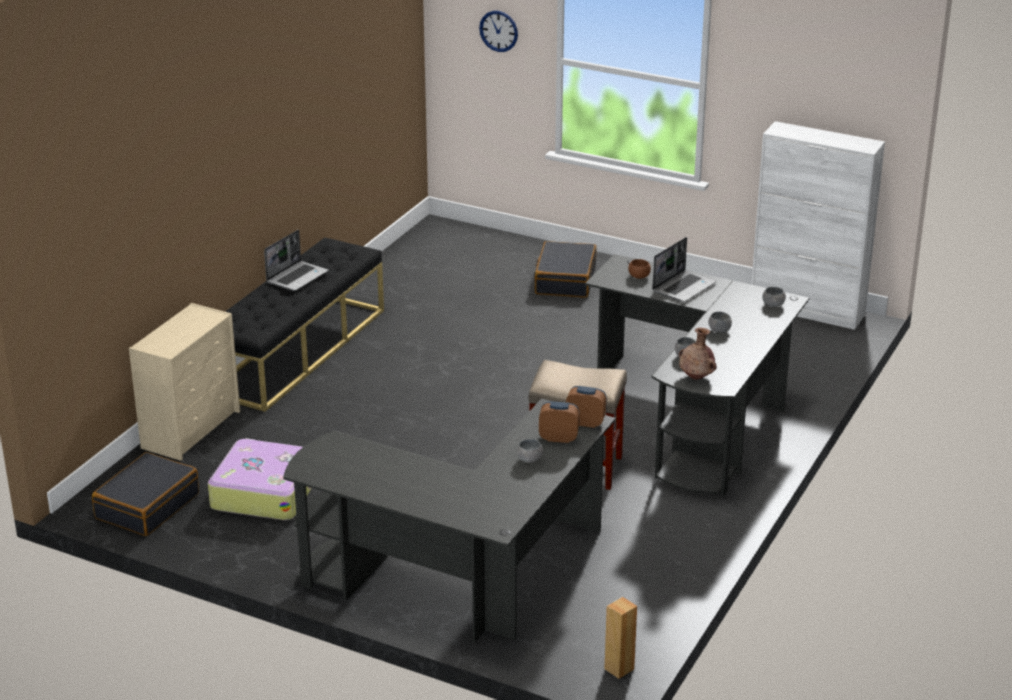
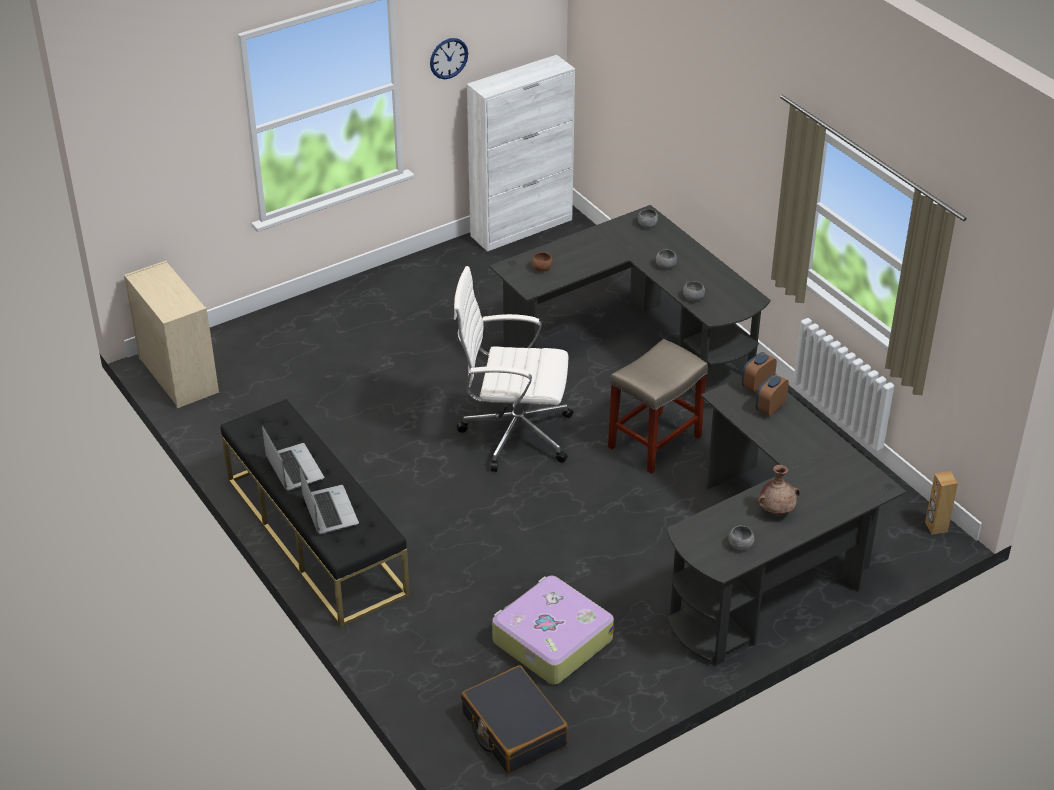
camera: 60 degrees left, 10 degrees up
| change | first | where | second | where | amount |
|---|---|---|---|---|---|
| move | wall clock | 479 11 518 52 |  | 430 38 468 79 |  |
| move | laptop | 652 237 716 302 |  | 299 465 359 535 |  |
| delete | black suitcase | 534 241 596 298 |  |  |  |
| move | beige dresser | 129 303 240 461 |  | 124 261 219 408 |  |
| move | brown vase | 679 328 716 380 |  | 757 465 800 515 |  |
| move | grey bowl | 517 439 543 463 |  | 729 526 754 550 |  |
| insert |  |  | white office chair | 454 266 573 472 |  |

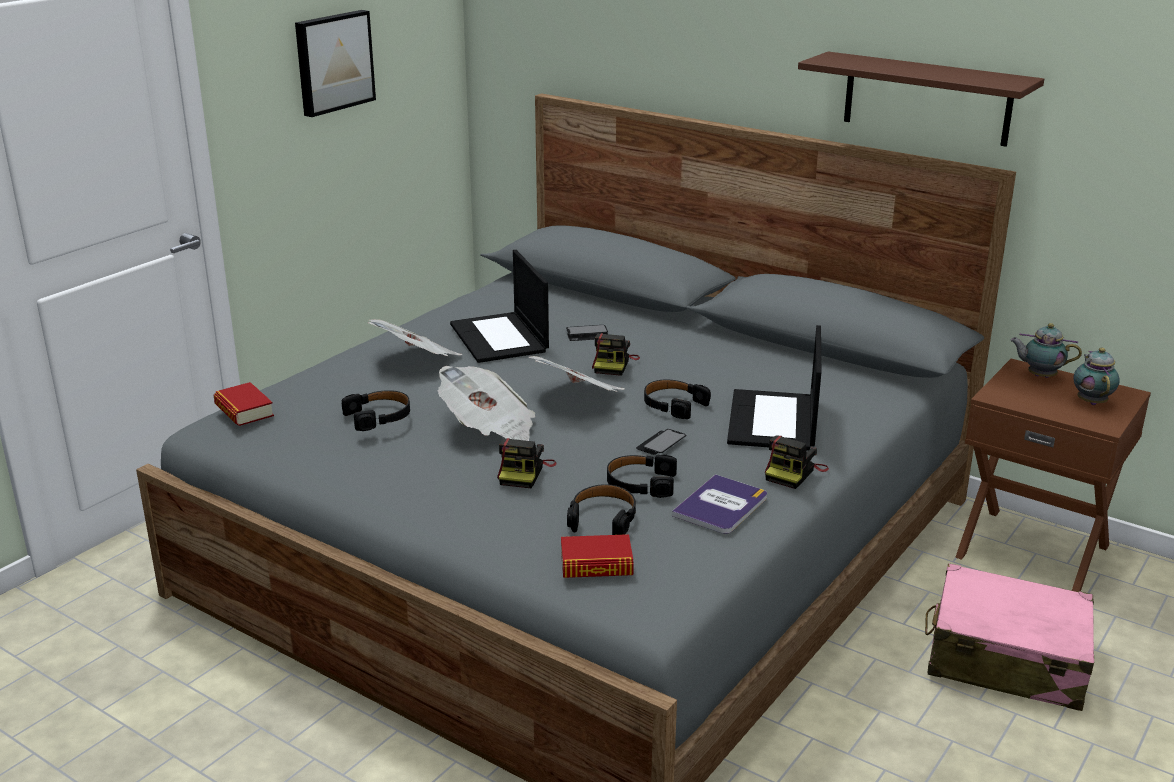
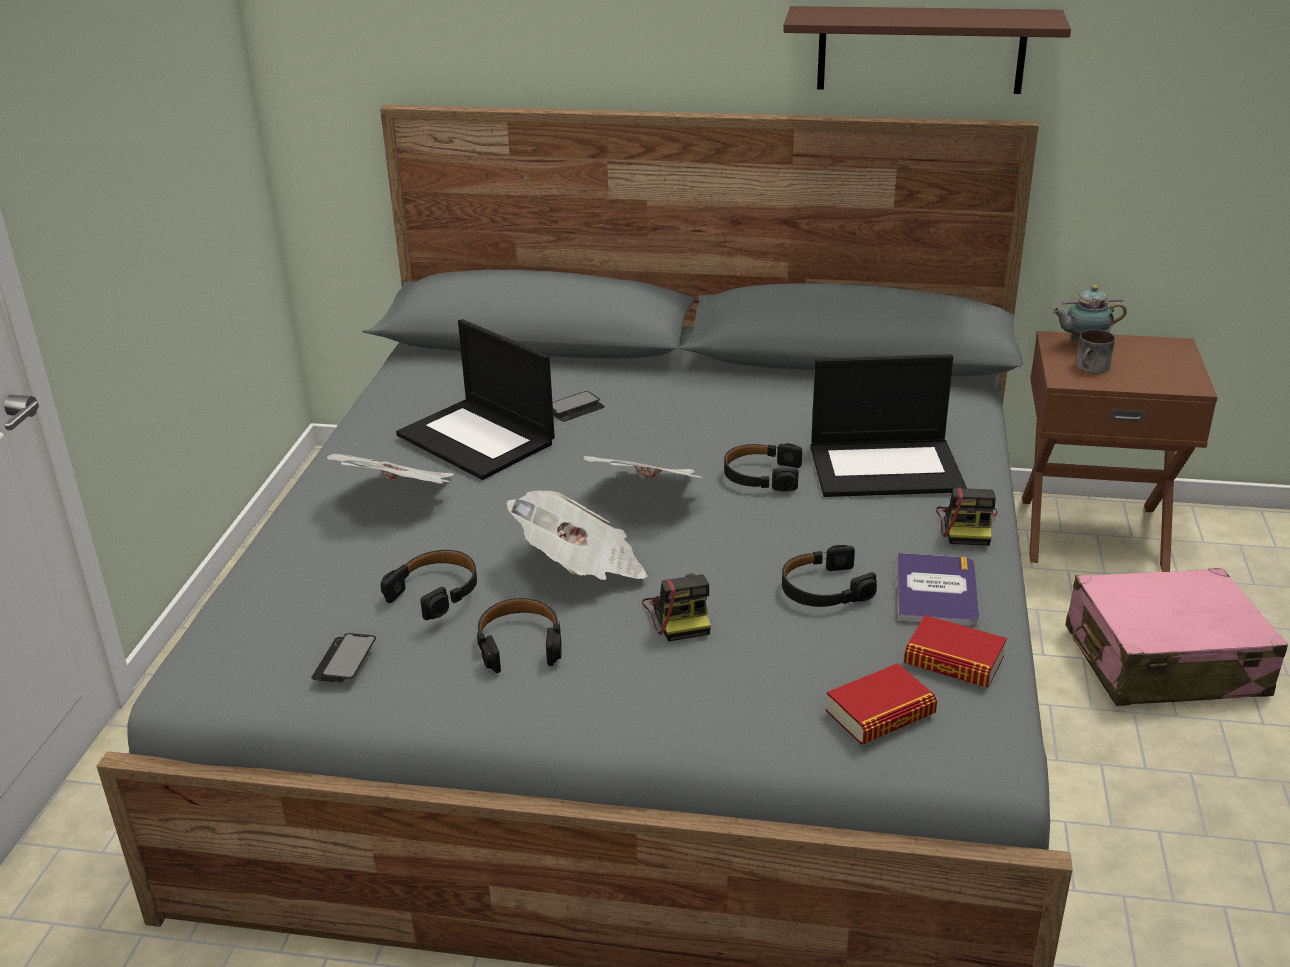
camera: 25 degrees left, 5 degrees up
| change | first | where | second | where | amount |
|---|---|---|---|---|---|
| delete | picture | 295 10 376 117 |  |  |  |
| rotate | laptop | 727 325 821 451 |  | 811 354 967 497 | 75 degrees counterclockwise |
| delete | photo camera | 592 333 640 376 |  |  |  |
| delete | teapot | 1073 348 1120 405 |  |  |  |
| move | book | 213 382 274 426 |  | 904 615 1007 688 |  |
| move | phone | 636 429 686 455 |  | 311 633 376 683 |  |
| move | black headphones | 567 484 636 535 |  | 477 598 562 673 |  |
| insert |  |  | mug | 1076 329 1115 374 |  |

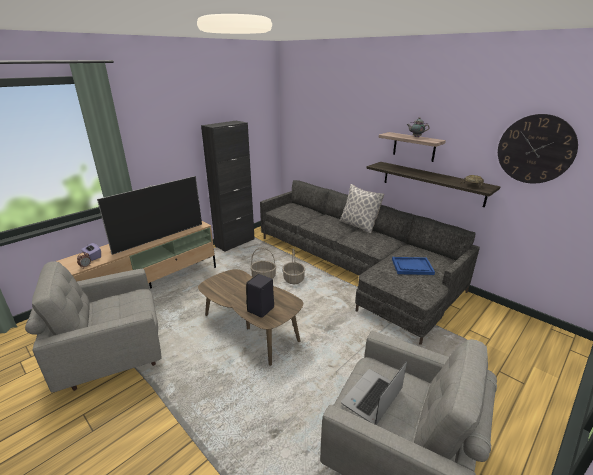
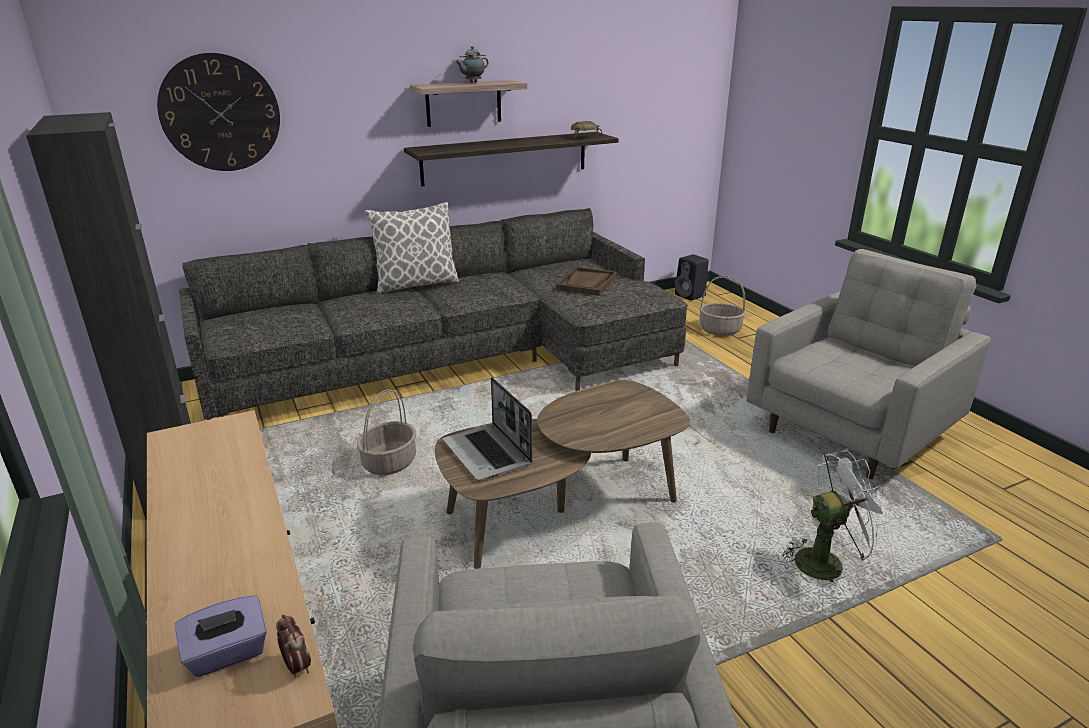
camera: 70 degrees left, 0 degrees up
| change | first | where | second | where | amount |
|---|---|---|---|---|---|
| move | wall clock | 498 114 578 183 |  | 157 53 280 171 |  |
| delete | television | 97 176 202 255 |  |  |  |
| move | basket | 283 249 305 284 |  | 699 275 745 336 |  |
| recolor | blue tray | 392 257 435 275 | brown tray | 556 267 617 296 |  |
| move | black speaker | 246 274 274 318 |  | 675 254 709 301 |  |
| move | laptop | 341 361 407 425 |  | 443 377 532 481 |  |
| insert |  |  | white fan | 778 450 893 589 |  |

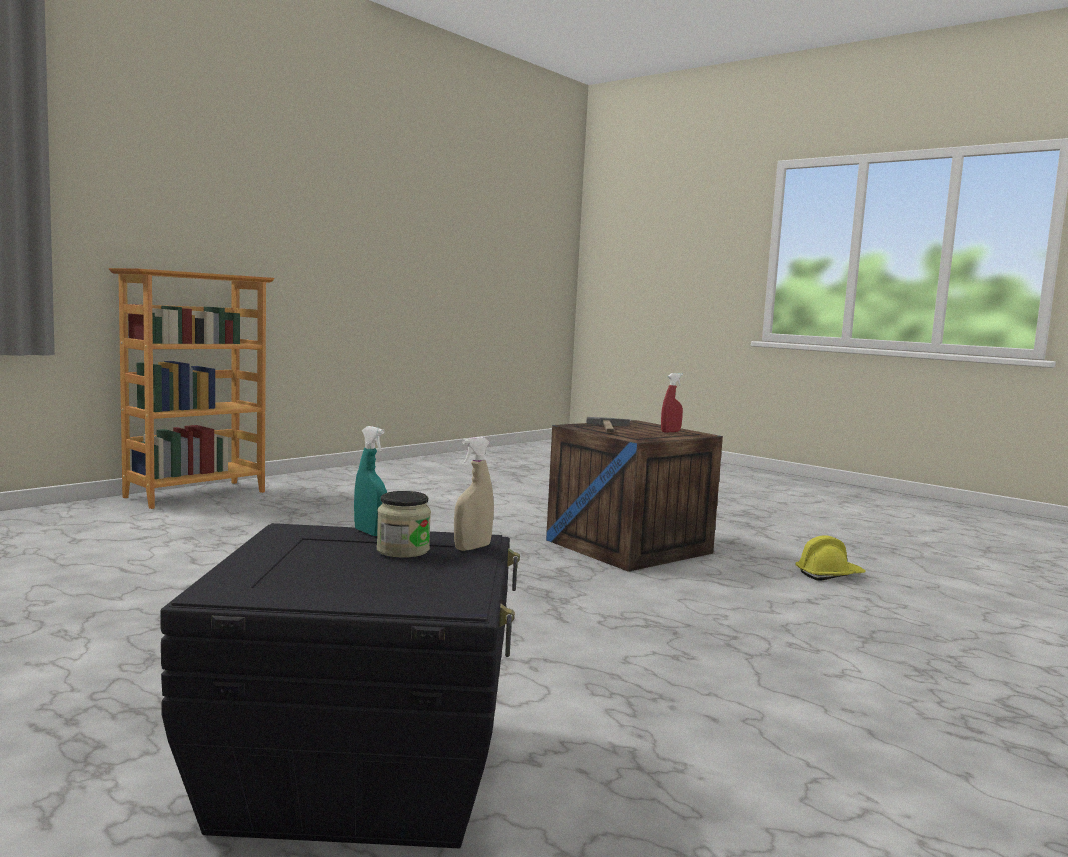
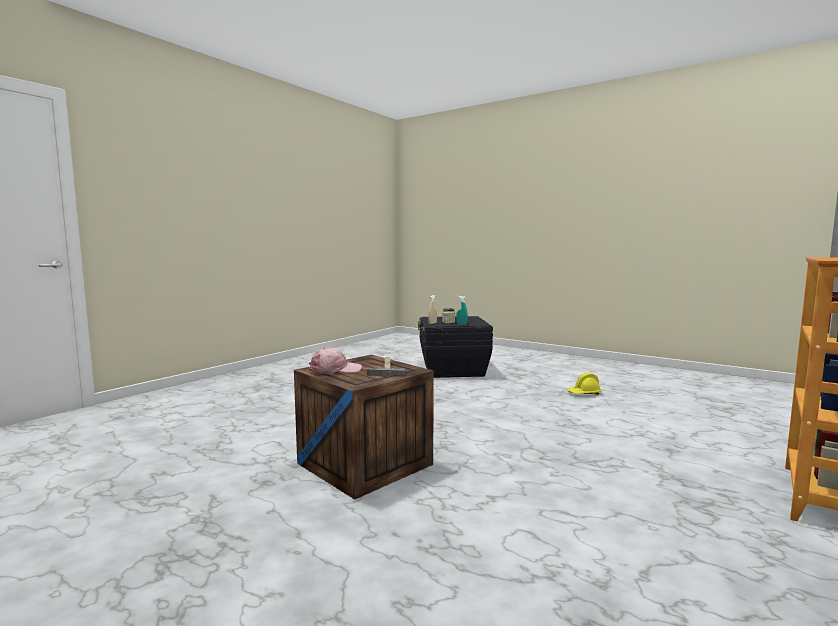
camera: 175 degrees right, 0 degrees up
| change | first | where | second | where | amount |
|---|---|---|---|---|---|
| replace | red spray bottle | 661 373 683 433 | pink cap | 309 348 362 374 |  |
| move | yellow hard hat | 796 535 866 581 |  | 566 373 602 395 |  |

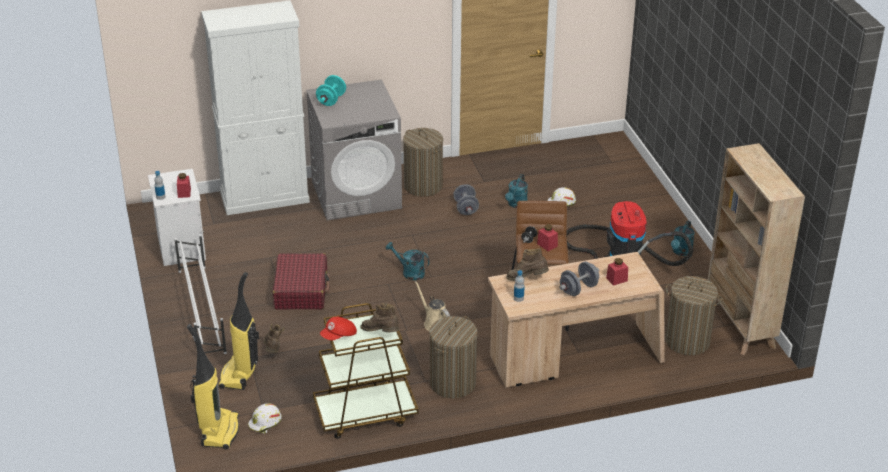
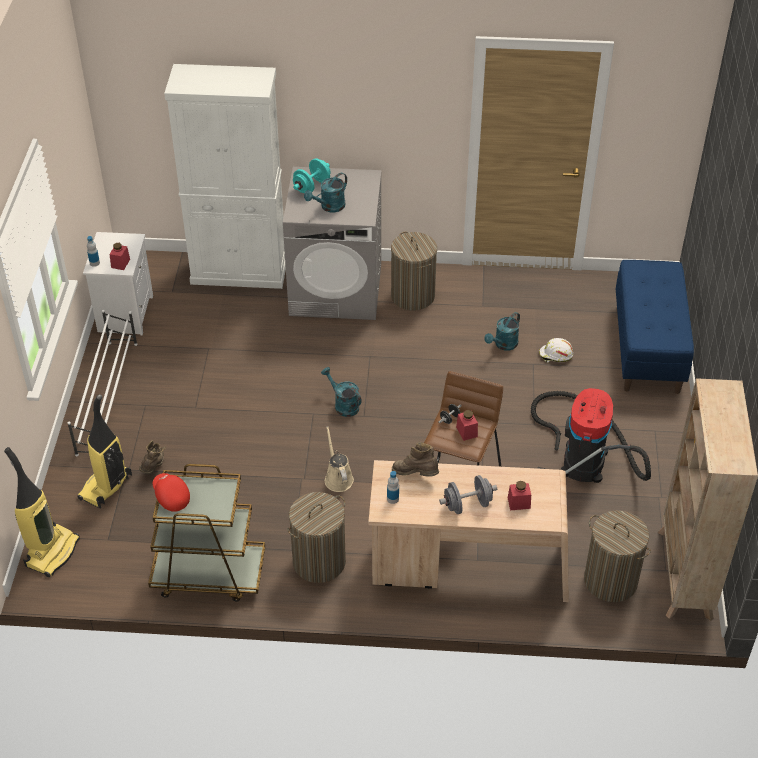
camera: 20 degrees right, 10 degrees up
| change | first | where | second | where | amount |
|---|---|---|---|---|---|
| delete | grey dumbbell | 453 184 479 215 |  |  |  |
| move | turquoise watering can | 671 220 695 256 |  | 304 173 347 212 |  |
| delete | red suitcase | 273 253 329 309 |  |  |  |
| delete | brown boot | 360 303 399 332 |  |  |  |
| rotate | red cap | 320 317 357 340 |  | 153 473 190 512 | 75 degrees clockwise |
| delete | white hard hat | 248 403 282 433 |  |  |  |
| insert |  |  | blue bench | 616 260 694 394 |  |

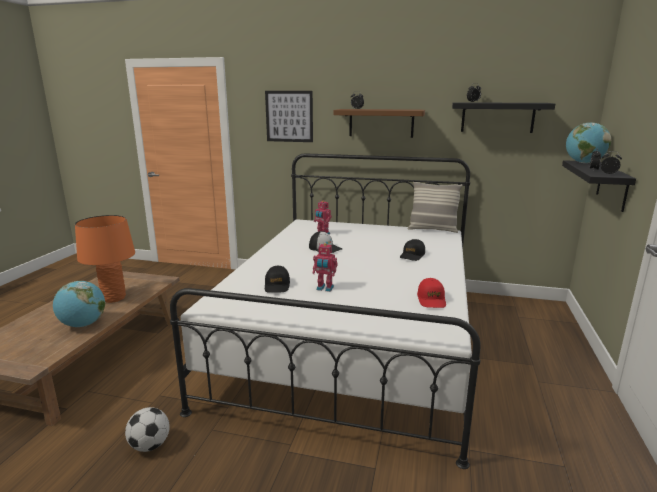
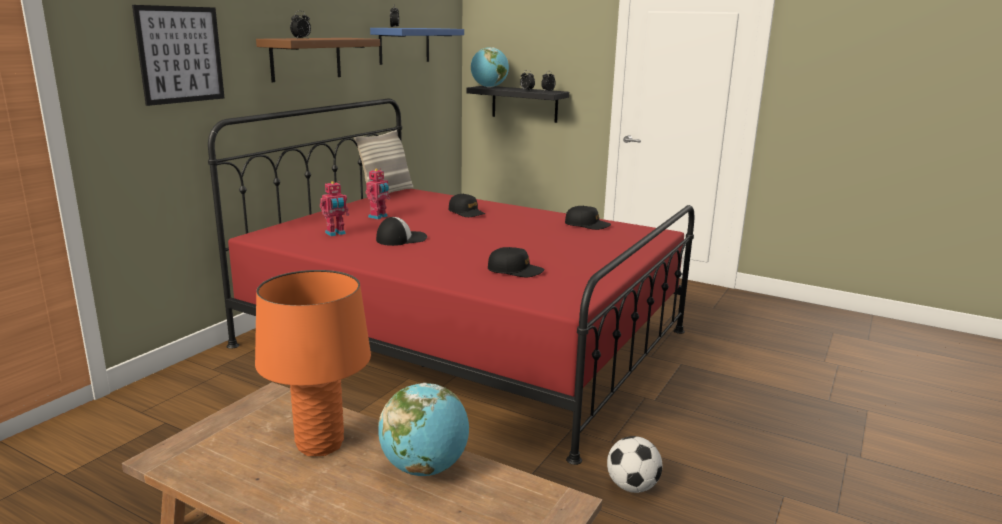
camera: 75 degrees left, 0 degrees up
| change | first | where | second | where | amount |
|---|---|---|---|---|---|
| recolor | black shelf | 452 102 555 133 | blue shelf | 370 28 464 65 |  |
| recolor | white bed | 170 153 481 469 | red bed | 208 99 694 465 |  |
| move | toy robot | 313 243 338 292 |  | 365 168 391 219 |  |
| recolor | red cap | 417 278 446 308 | black cap | 565 206 611 230 |  |

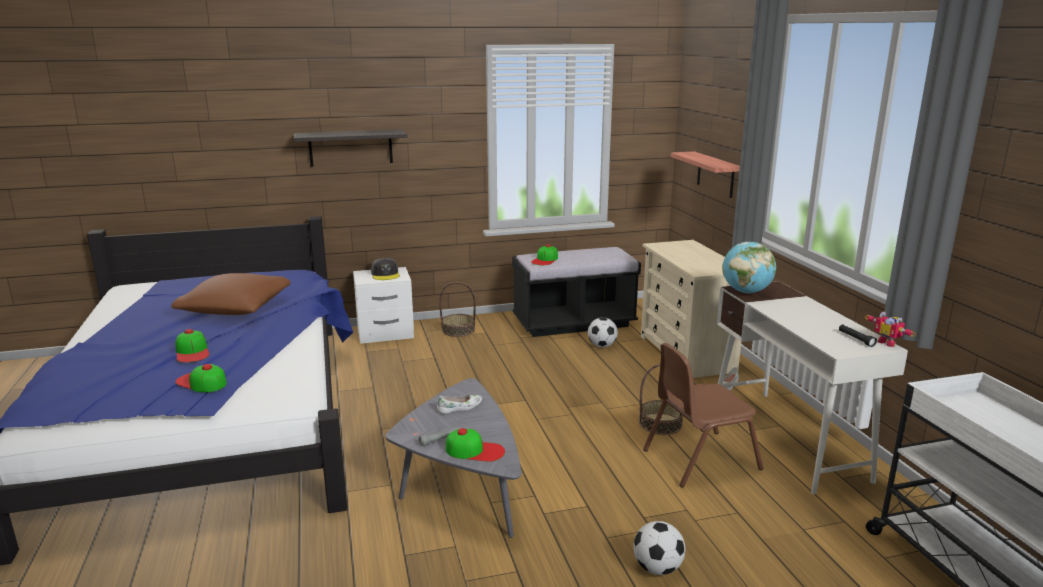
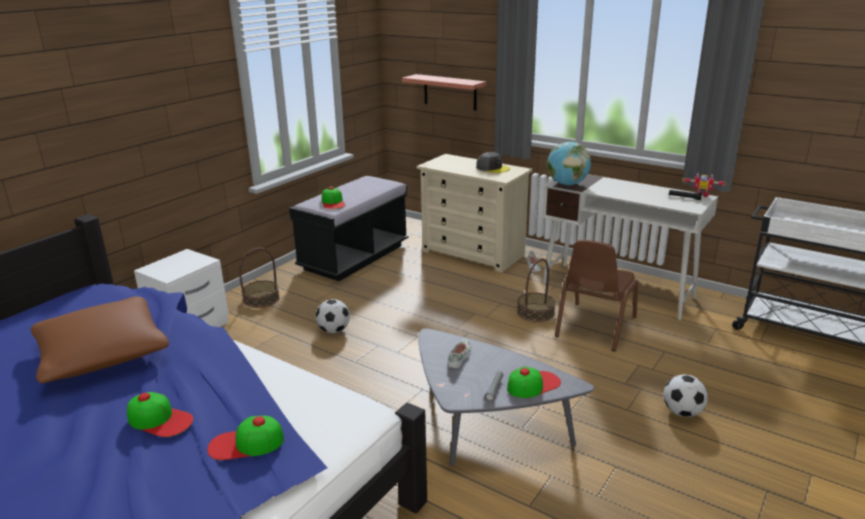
camera: 40 degrees left, 5 degrees up
| change | first | where | second | where | amount |
|---|---|---|---|---|---|
| delete | shelf | 294 130 407 167 |  |  |  |
| move | grey cap | 371 258 400 280 |  | 476 152 510 173 |  |
| move | football | 588 317 618 347 |  | 316 299 350 333 |  |

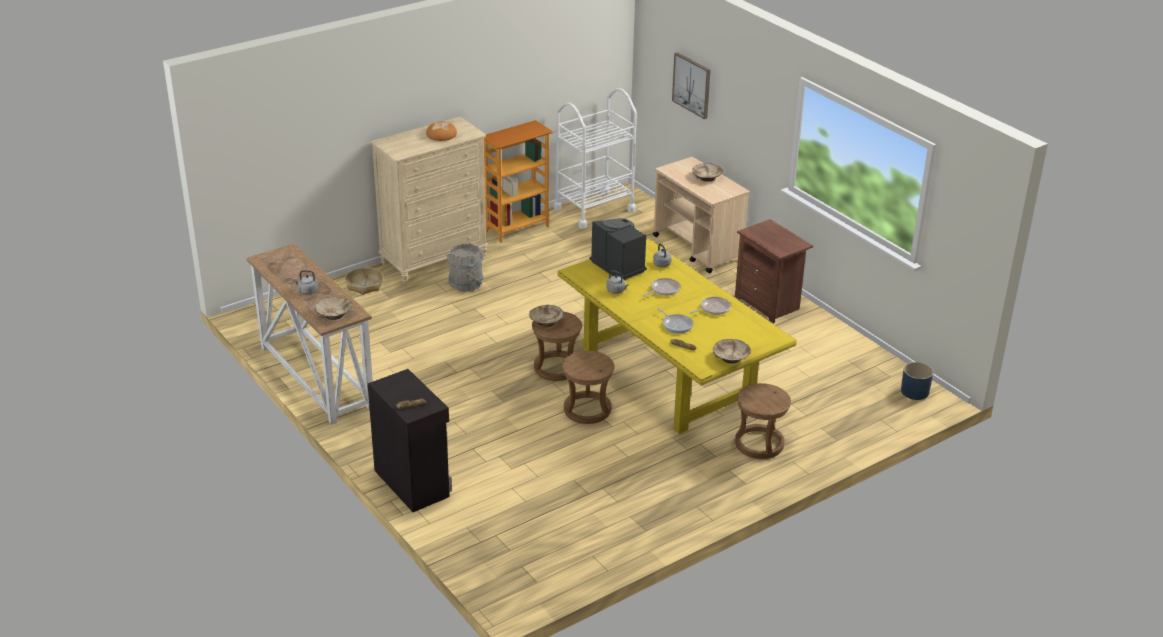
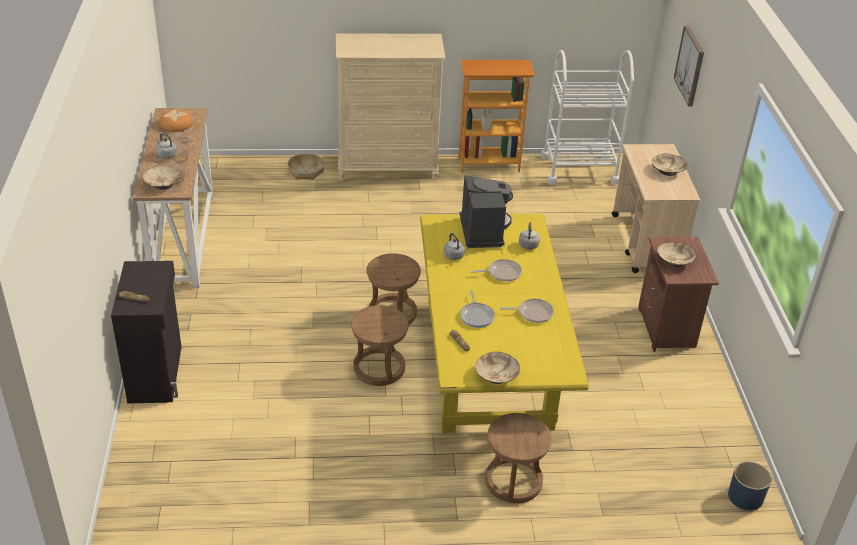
camera: 30 degrees right, 5 degrees up
| change | first | where | second | where | amount |
|---|---|---|---|---|---|
| move | bread | 426 121 457 141 |  | 159 109 193 132 |  |
| delete | grey bucket | 447 243 484 292 |  |  |  |
| move | beige bowl | 529 305 564 327 |  | 657 242 696 267 |  |

